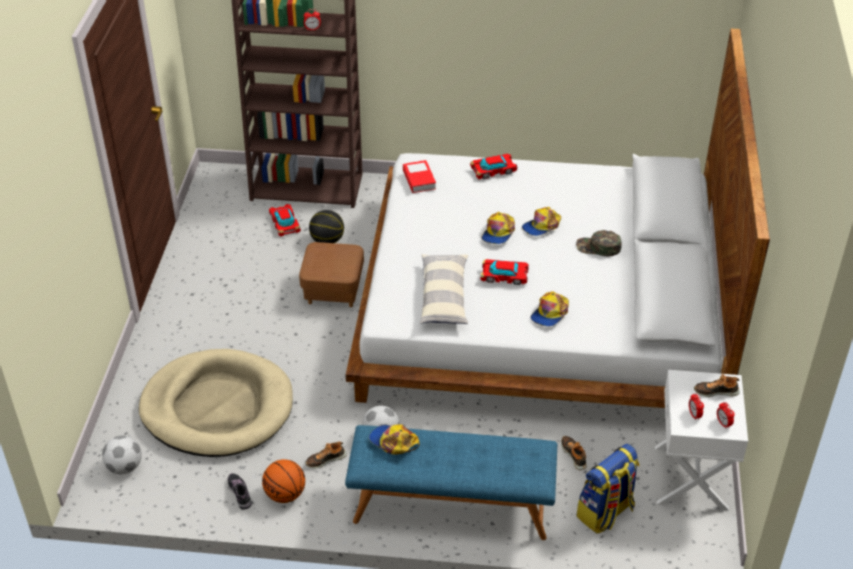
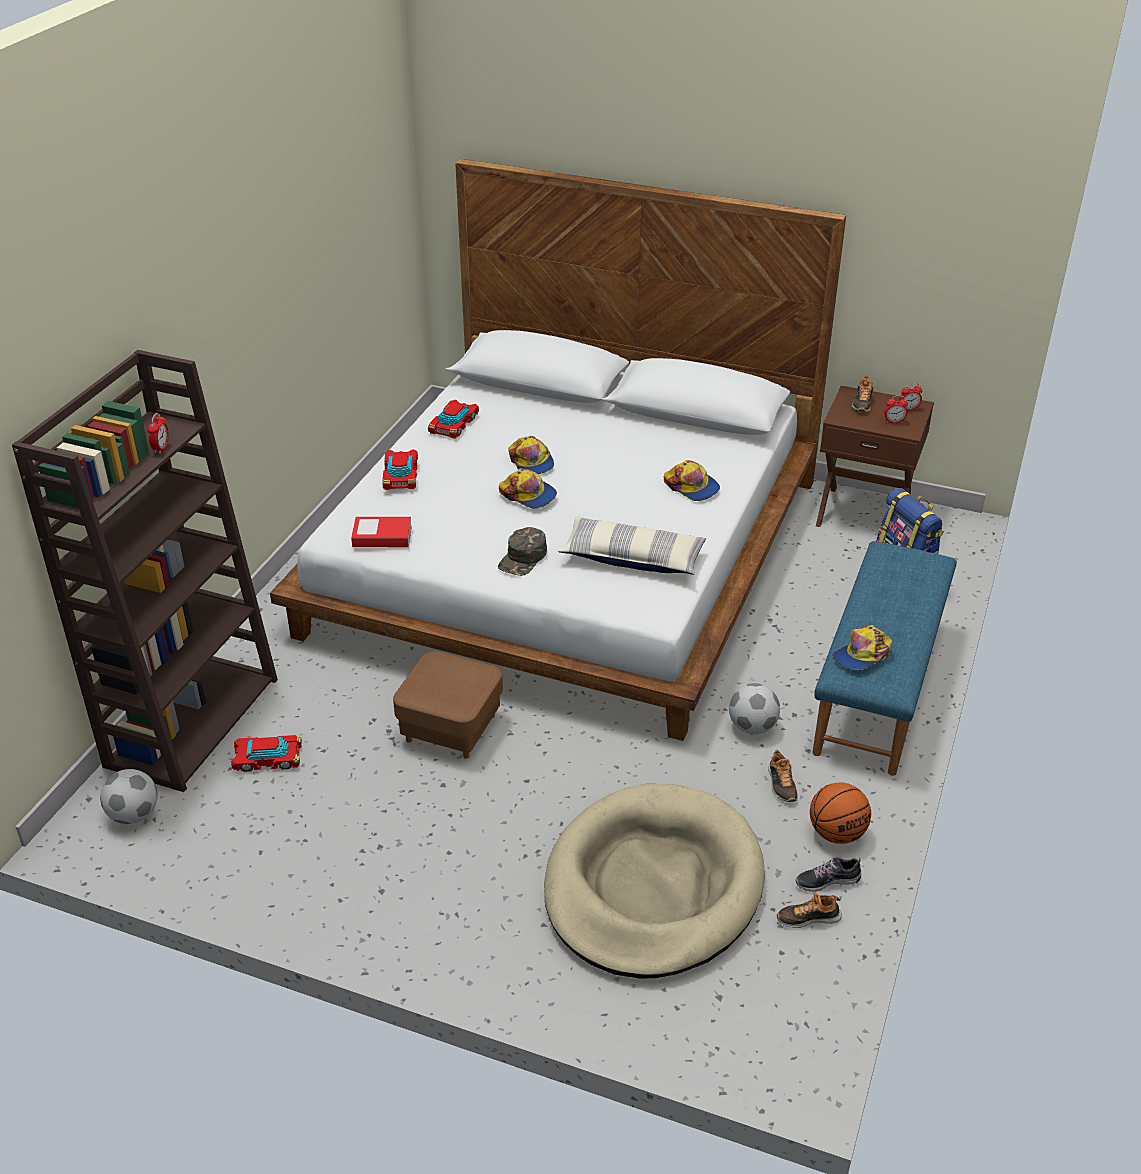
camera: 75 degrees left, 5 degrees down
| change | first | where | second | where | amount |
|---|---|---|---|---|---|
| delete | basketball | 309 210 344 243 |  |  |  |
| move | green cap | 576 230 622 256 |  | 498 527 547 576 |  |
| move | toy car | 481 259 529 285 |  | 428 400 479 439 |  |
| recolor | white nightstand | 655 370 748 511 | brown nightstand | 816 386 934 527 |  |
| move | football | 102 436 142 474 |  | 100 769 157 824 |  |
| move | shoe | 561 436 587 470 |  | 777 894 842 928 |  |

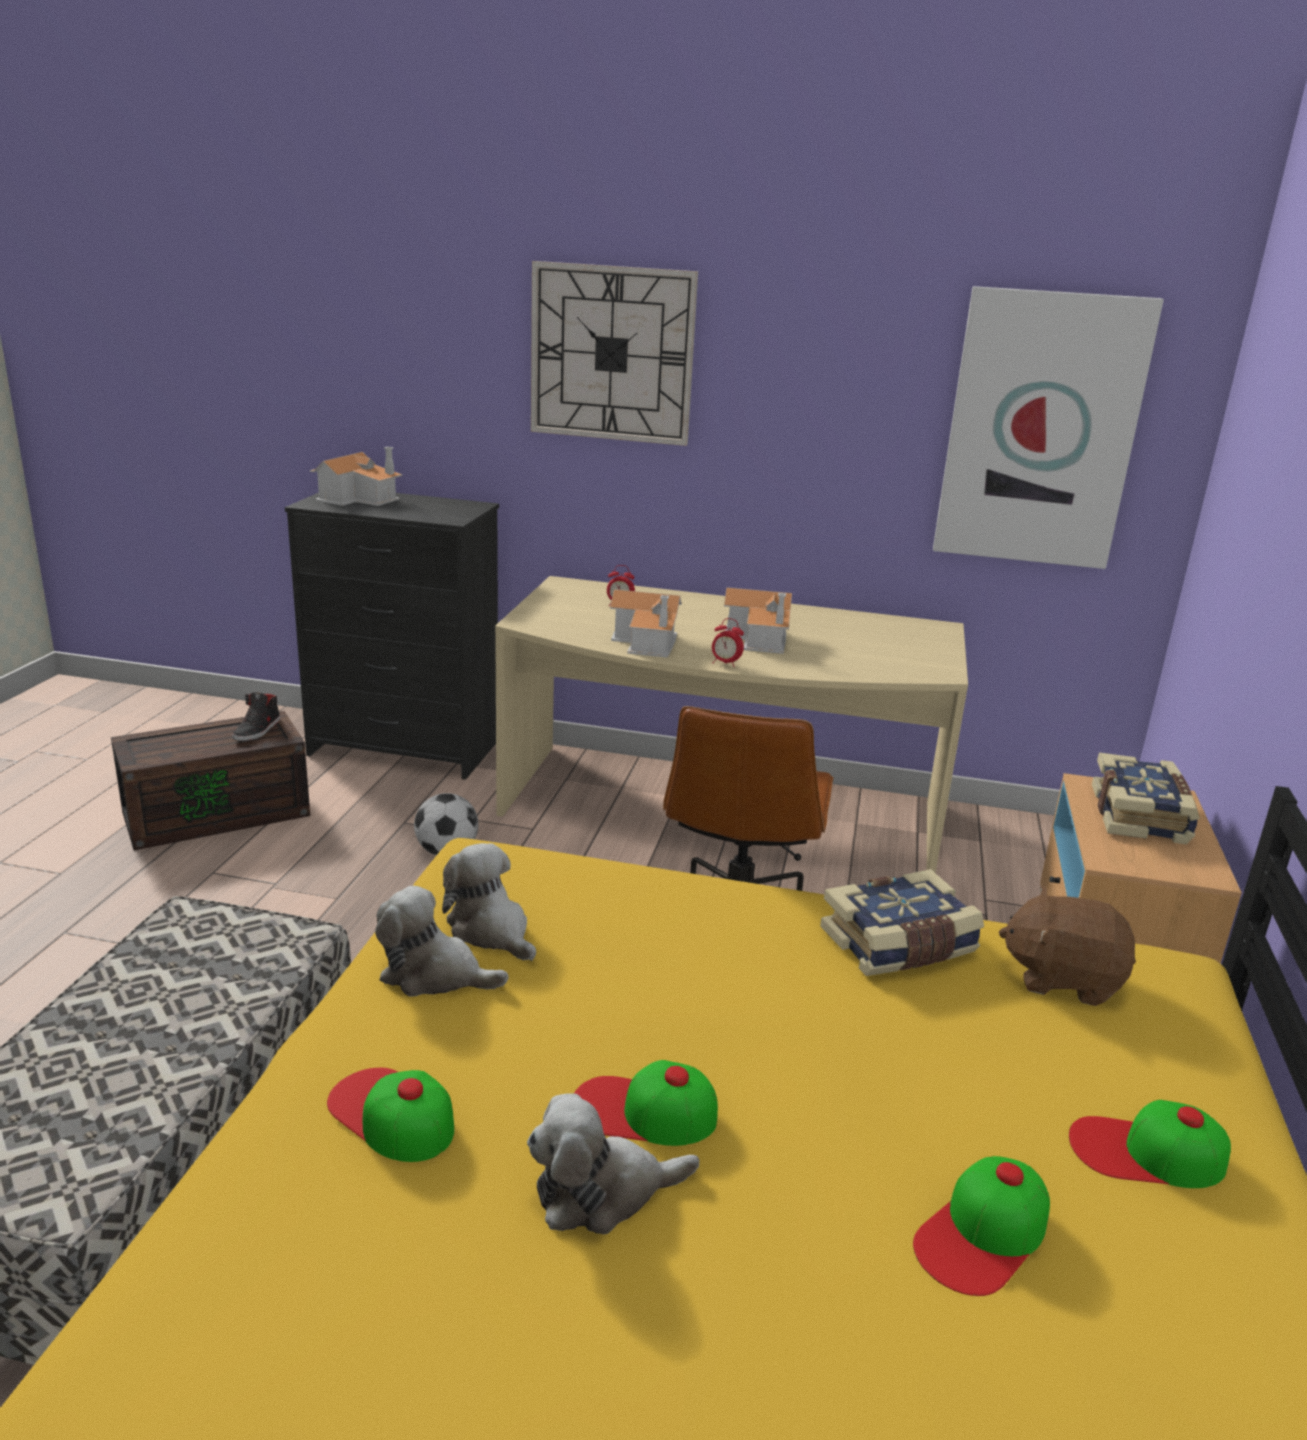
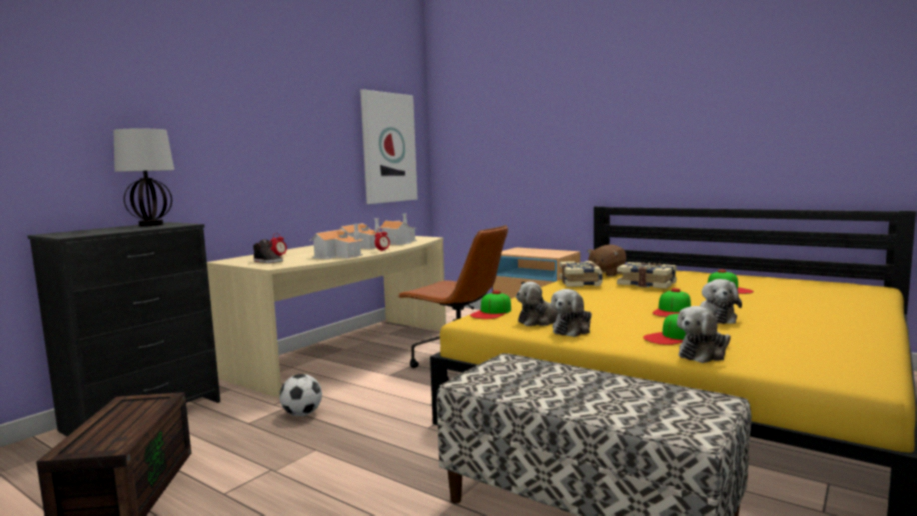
camera: 65 degrees left, 15 degrees down
| change | first | where | second | where | amount |
|---|---|---|---|---|---|
| delete | wall clock | 531 261 698 446 |  |  |  |
| move | toy house | 310 447 402 506 |  | 379 214 417 245 |  |
| move | black shoe | 232 692 280 741 |  | 253 239 283 263 |  |
| move | book | 1092 753 1200 844 |  | 617 262 677 289 |  |
| move | cap | 1069 1100 1231 1188 |  | 470 290 511 319 |  |
| insert |  |  | table lamp | 113 129 174 226 |  |
| insert |  |  | plush toy | 677 306 731 363 |  |

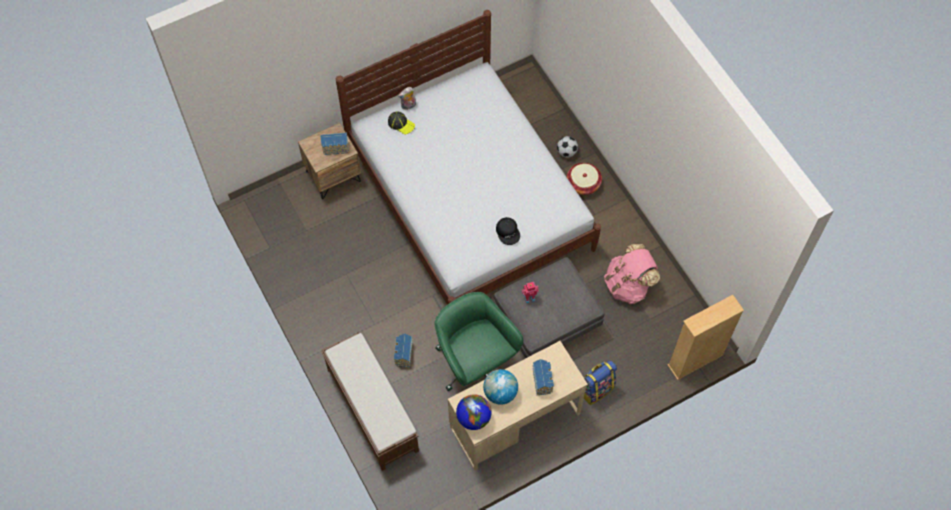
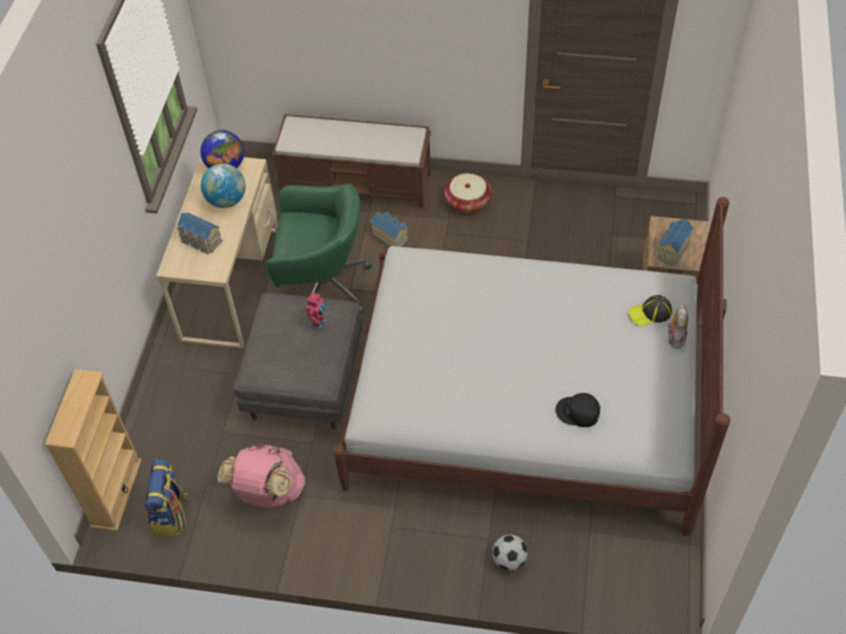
camera: 130 degrees right, 10 degrees down
| change | first | where | second | where | amount |
|---|---|---|---|---|---|
| move | basket | 567 163 602 195 |  | 445 173 491 213 |  |
| move | black cap | 496 217 520 245 |  | 556 393 600 427 |  |
| move | backpack | 584 360 617 405 |  | 145 459 190 536 |  |

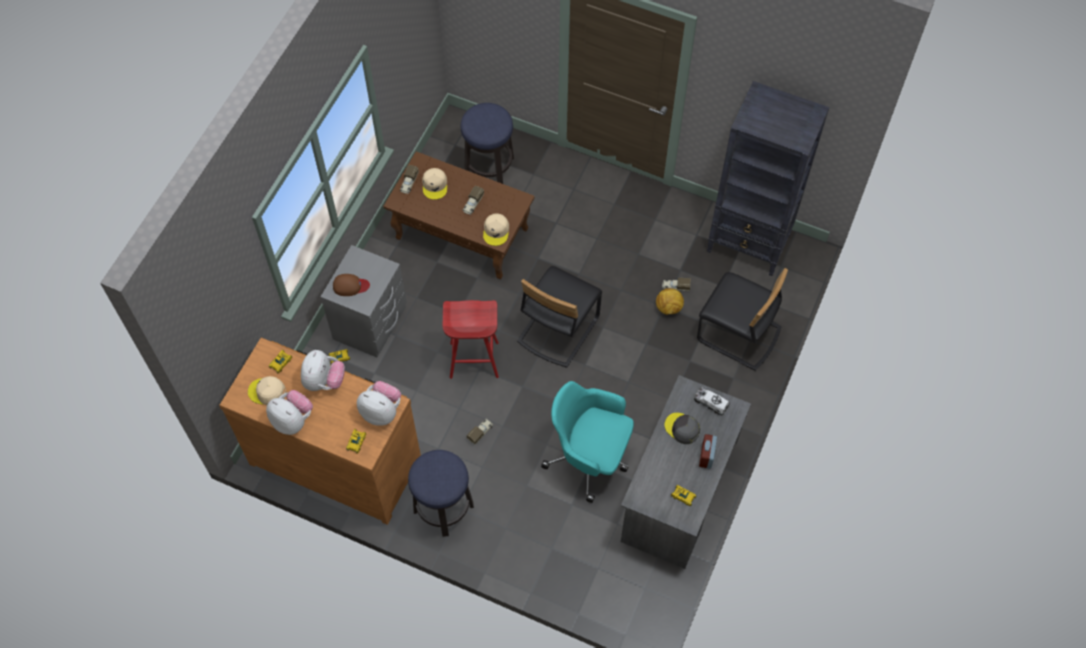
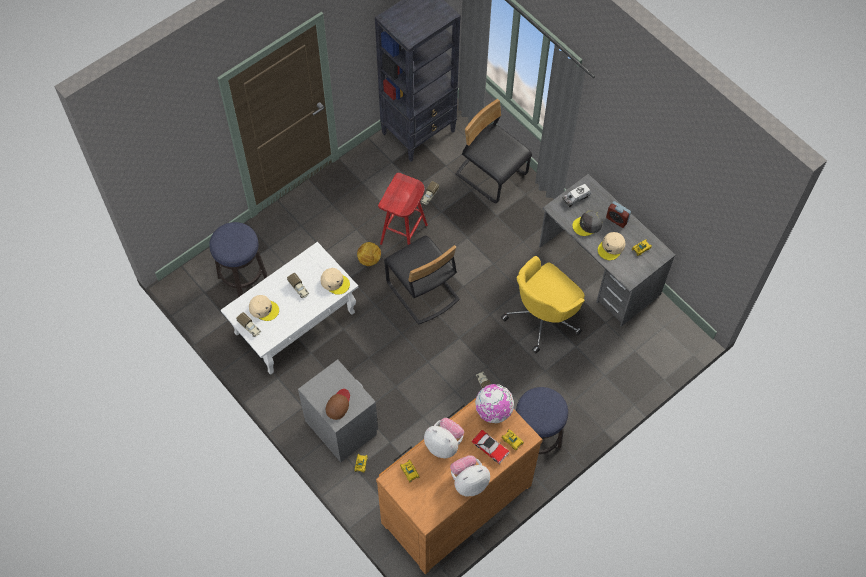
camera: 65 degrees left, 0 degrees up
| change | first | where | second | where | amount |
|---|---|---|---|---|---|
| recolor | brown coffee table | 383 151 535 279 | white coffee table | 221 242 358 375 |  |
| rotate | black chair | 697 268 788 371 |  | 456 99 532 203 | 105 degrees counterclockwise |
| move | football | 656 288 684 315 |  | 357 242 381 266 |  |
| move | red stool | 443 300 499 379 |  | 378 173 428 245 |  |
| move | beige cap | 248 376 286 405 |  | 598 232 625 260 |  |
| replace | plush toy | 357 381 401 426 | globe | 475 384 514 423 |  |
| recolor | turquoise office chair | 541 381 634 503 | yellow office chair | 501 256 585 353 |  |
| insert |  |  | toy car | 472 430 510 464 |  |

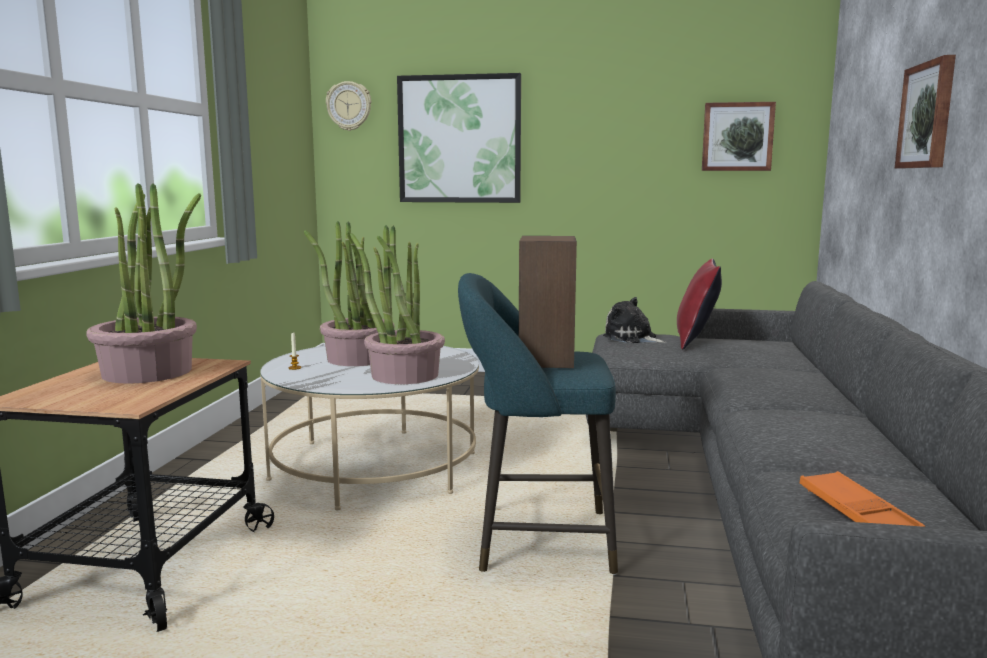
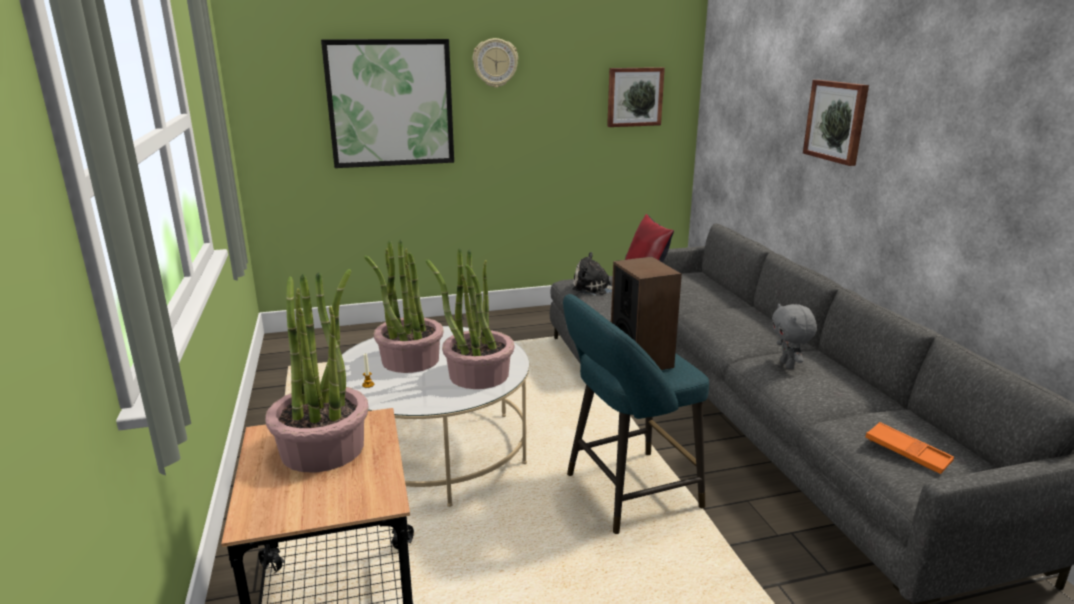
camera: 25 degrees left, 10 degrees up
| change | first | where | second | where | amount |
|---|---|---|---|---|---|
| move | wall clock | 326 81 371 131 |  | 472 38 518 88 |  |
| insert |  |  | grey plush toy | 772 303 817 369 |  |

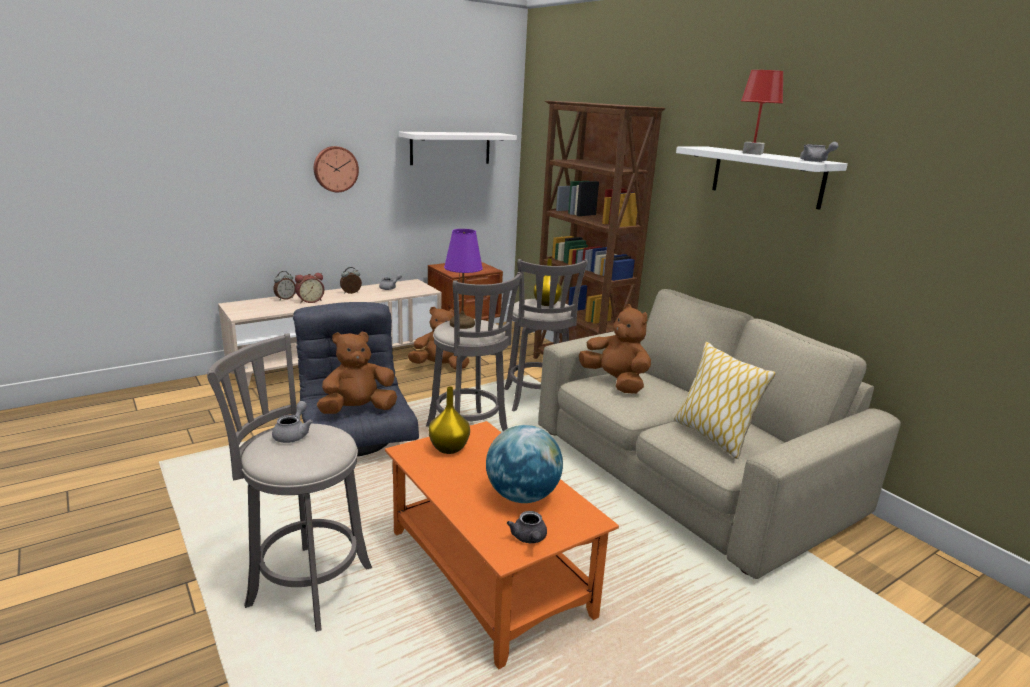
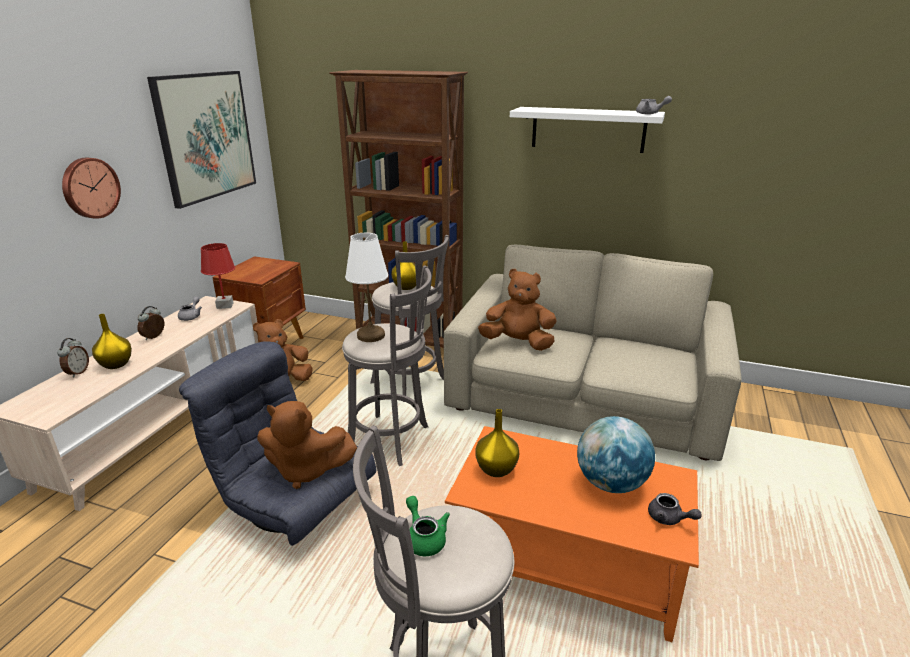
camera: 35 degrees left, 5 degrees up
| change | first | where | second | where | amount |
|---|---|---|---|---|---|
| move | red table lamp | 741 70 783 155 |  | 201 243 235 309 |  |
| replace | white shelf | 399 132 517 165 | picture | 147 71 256 209 |  |
| recolor | purple table lamp | 444 229 483 329 | white table lamp | 345 233 388 342 |  |
| replace | alarm clock | 295 273 324 303 | yellow vase | 92 314 132 369 |  |
| rotate | brown plush toy | 317 331 397 414 |  | 257 401 357 489 | 105 degrees counterclockwise |
| delete | pillow | 674 342 776 459 |  |  |  |
| recolor | grey teapot | 272 401 313 443 | green teapot | 406 496 450 556 |  |

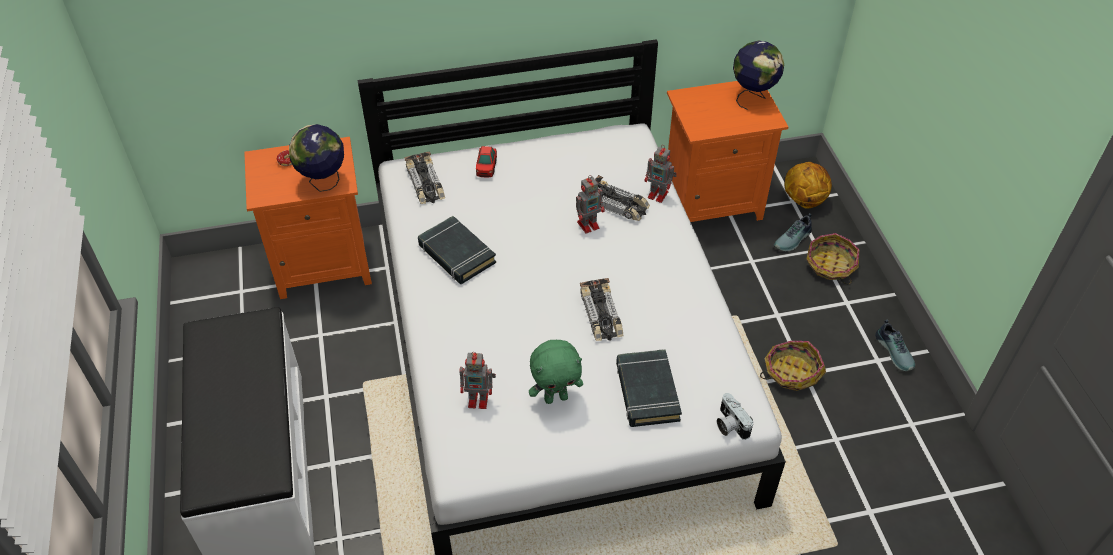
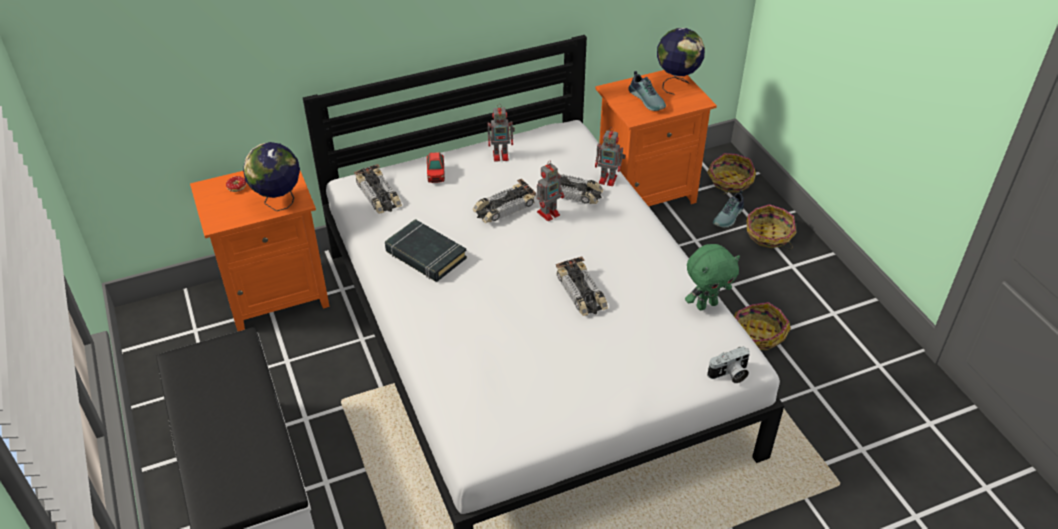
camera: 10 degrees left, 5 degrees down
| change | first | where | second | where | amount |
|---|---|---|---|---|---|
| replace | basketball | 784 162 832 209 | basket | 707 153 756 194 |  |
| move | shoe | 875 320 915 371 |  | 628 71 666 111 |  |
| move | green plush toy | 529 340 583 404 |  | 685 244 740 310 |  |
| delete | black book | 616 349 682 427 |  |  |  |
| move | toy robot | 460 352 496 409 |  | 487 104 515 162 |  |
| rotate | photo camera | 717 393 753 440 |  | 707 346 750 383 | 75 degrees counterclockwise |
| insert |  |  | toy car | 473 179 536 223 |  |

